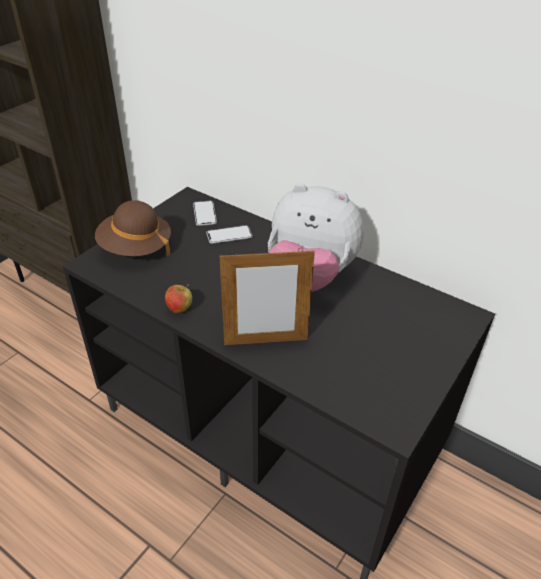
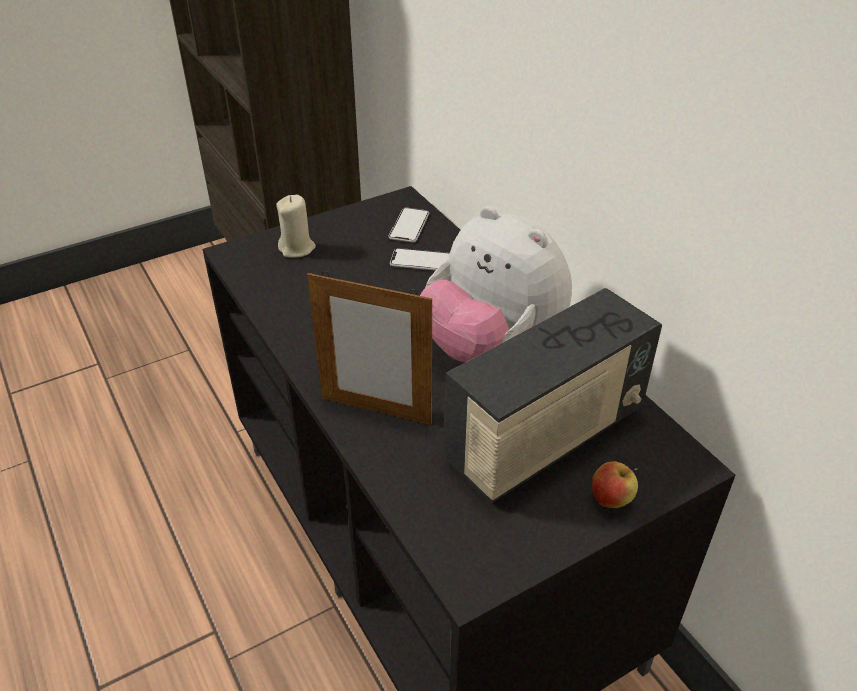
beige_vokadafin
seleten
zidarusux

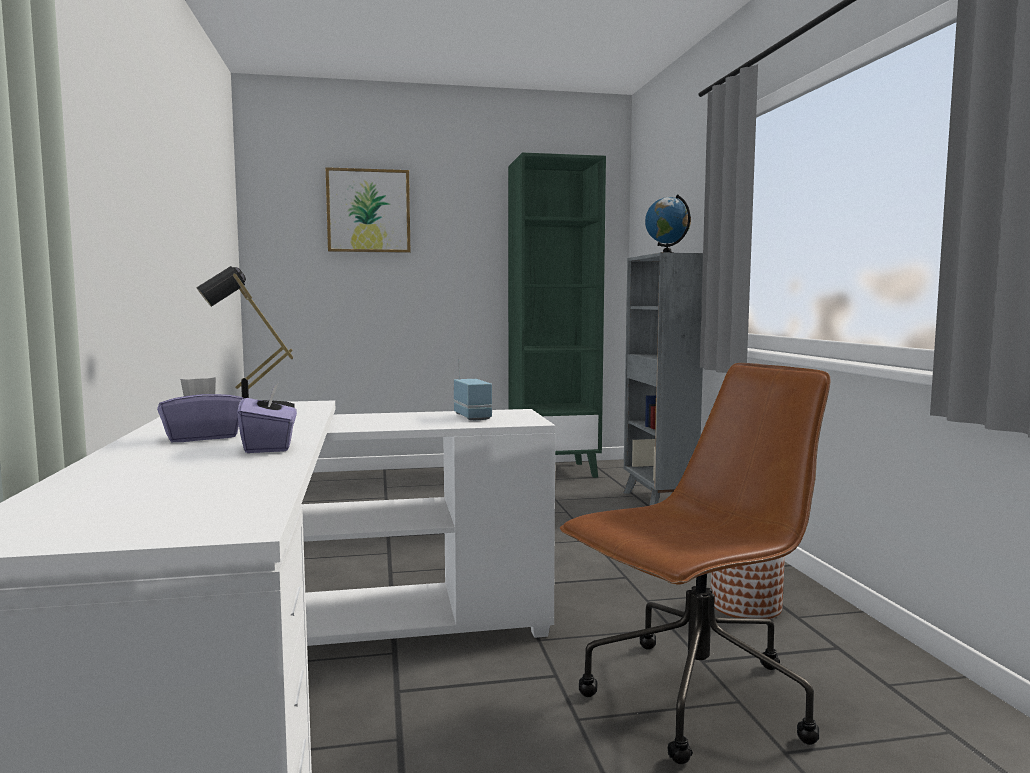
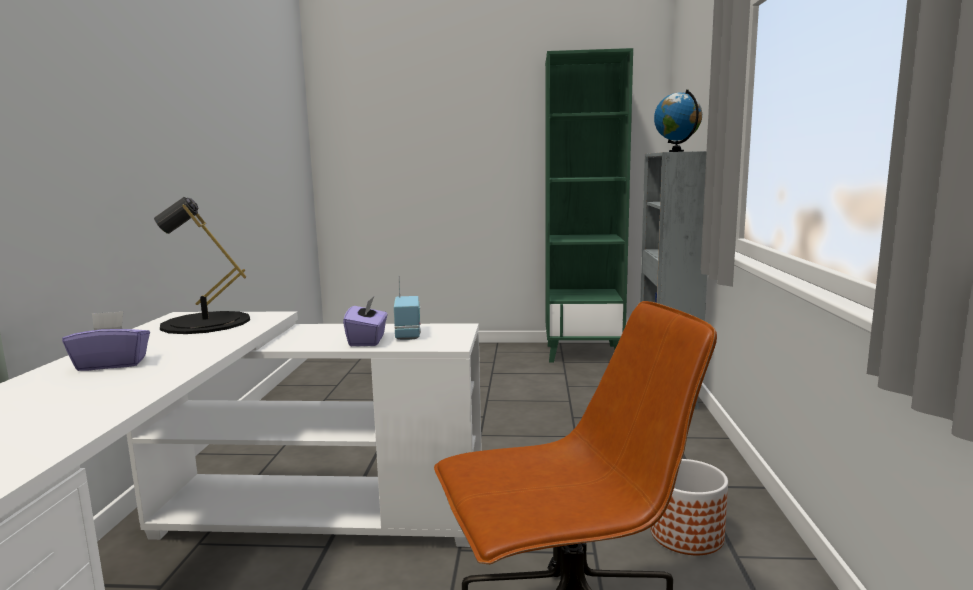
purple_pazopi (no. 2 from left)
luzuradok

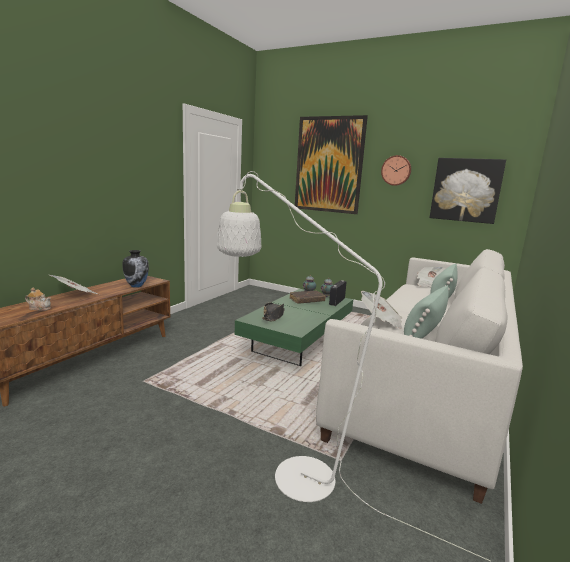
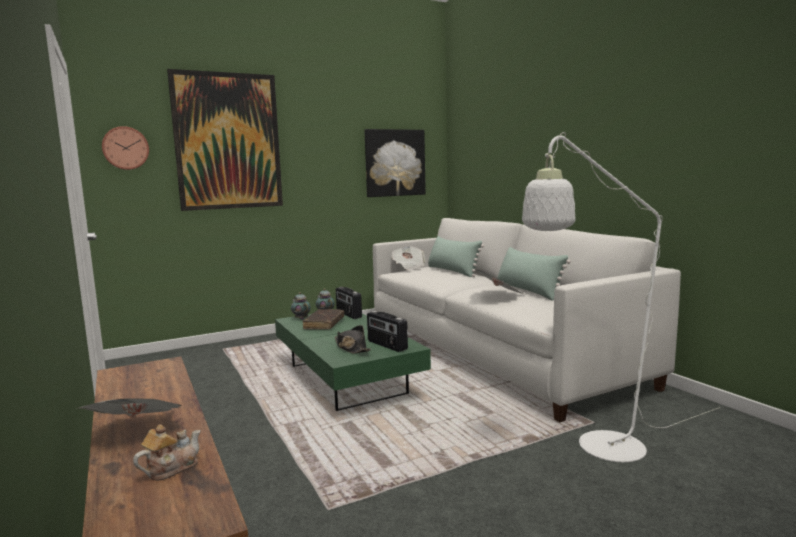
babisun
seleten (no. 2 from left)
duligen

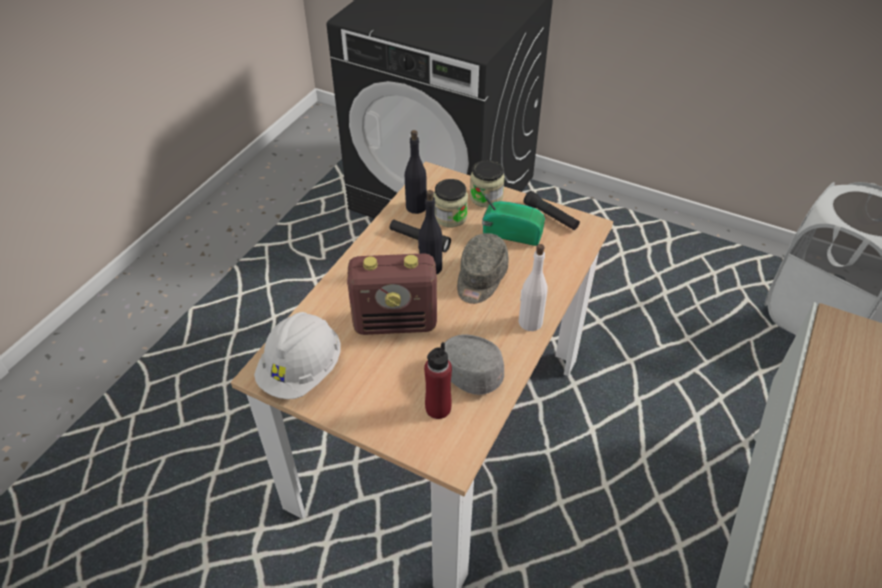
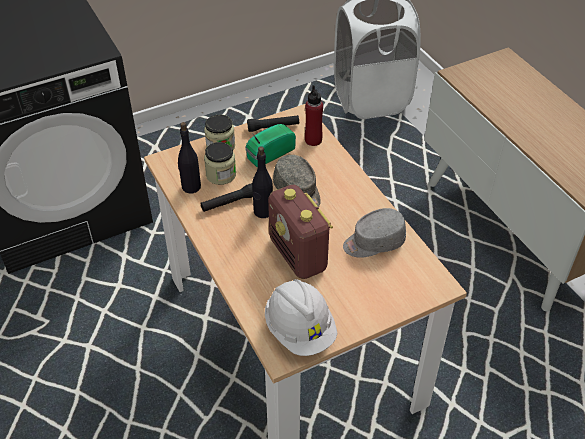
seleten (no. 2 from left)
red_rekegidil
white_rekegidil

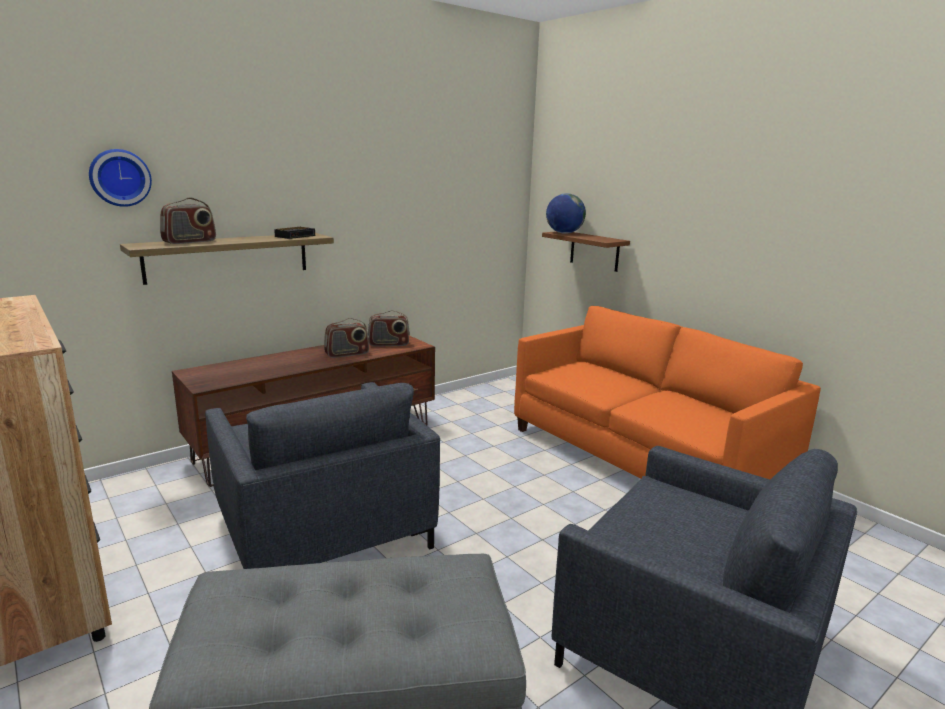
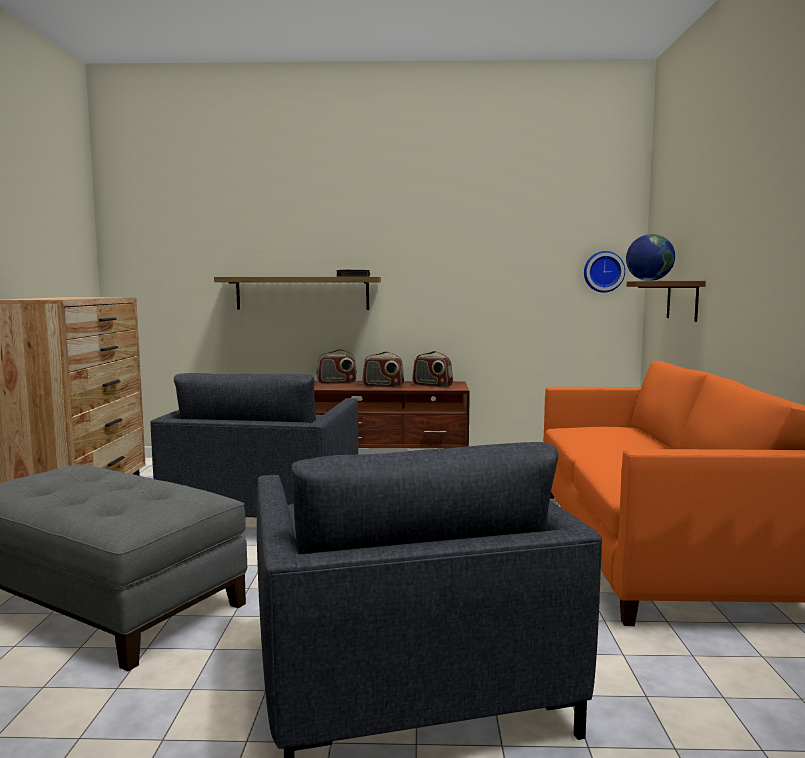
seleten (no. 1 from left)
babisun

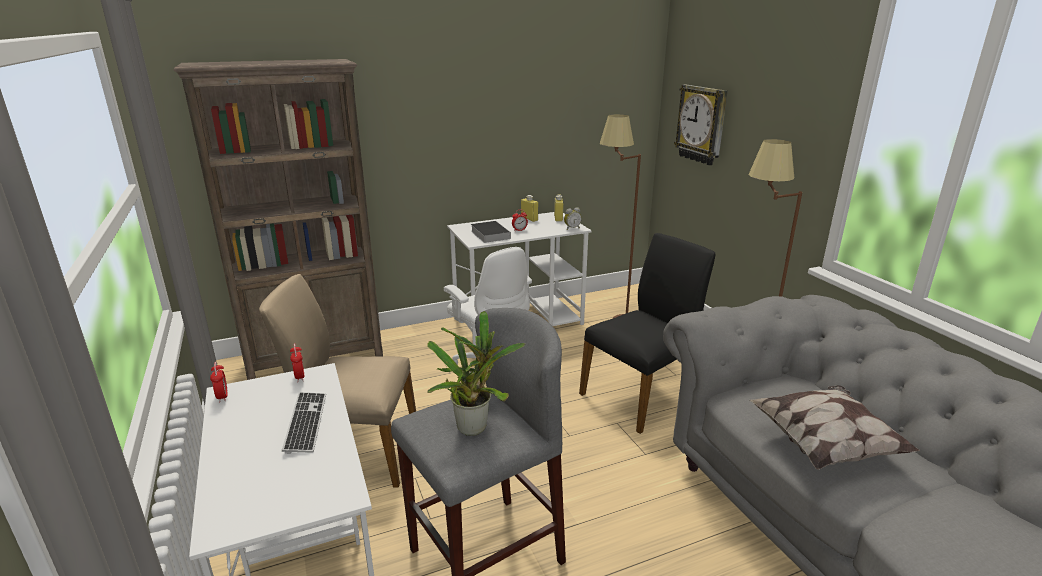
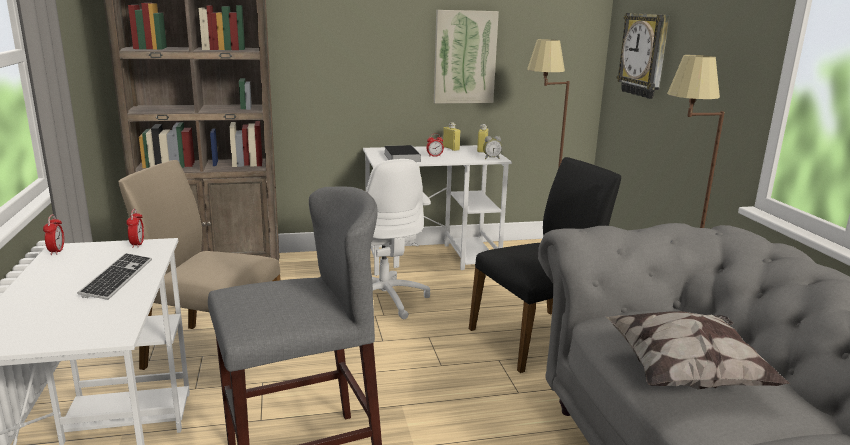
luzuradok
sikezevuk

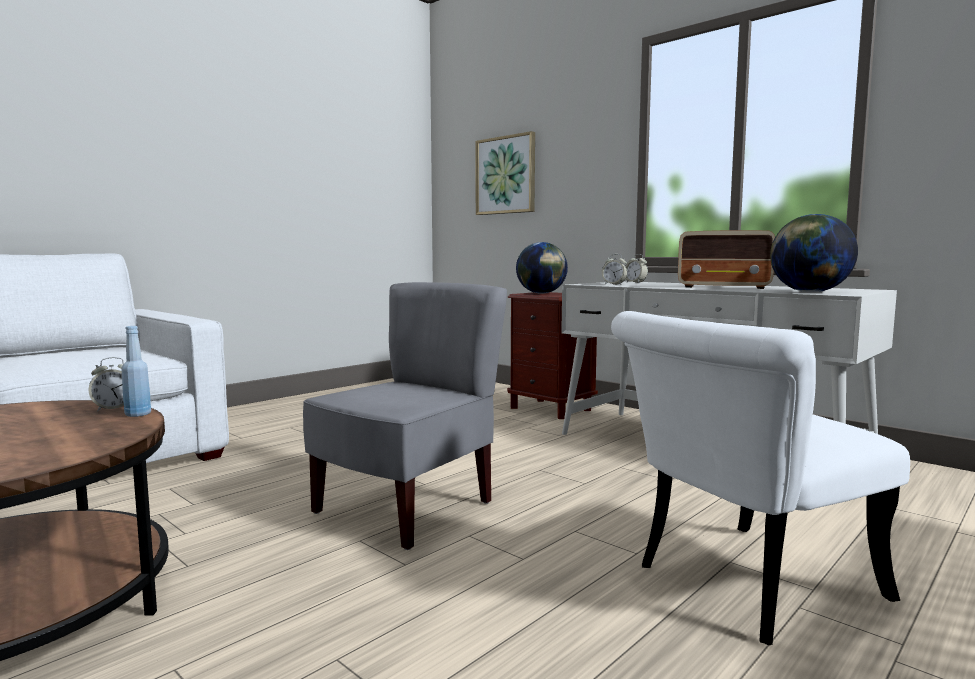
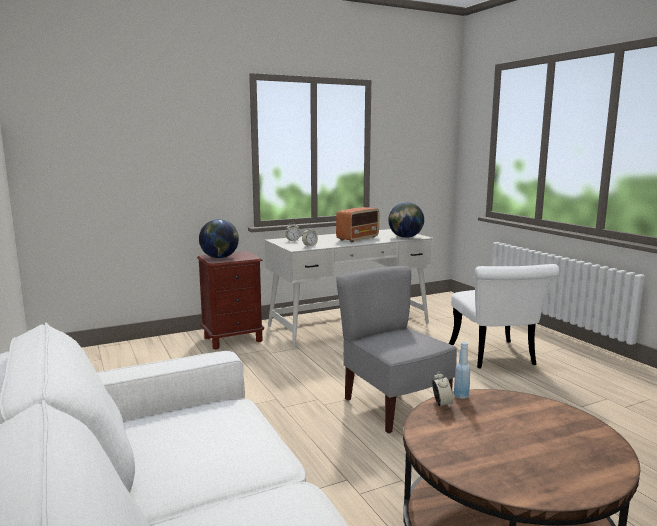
luzuradok

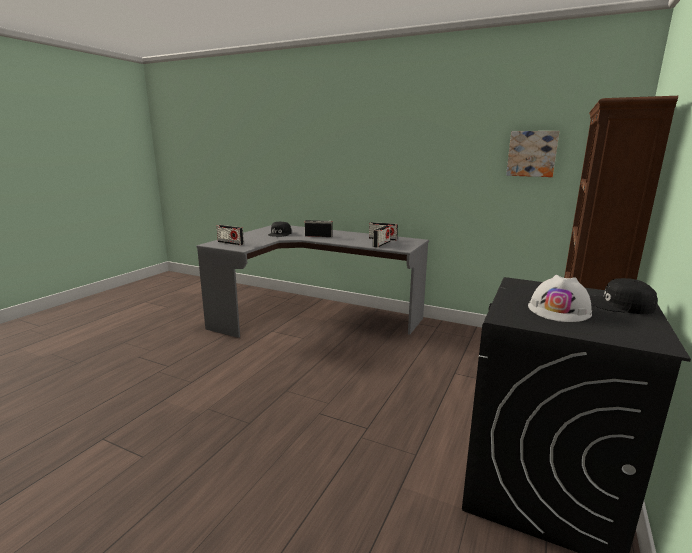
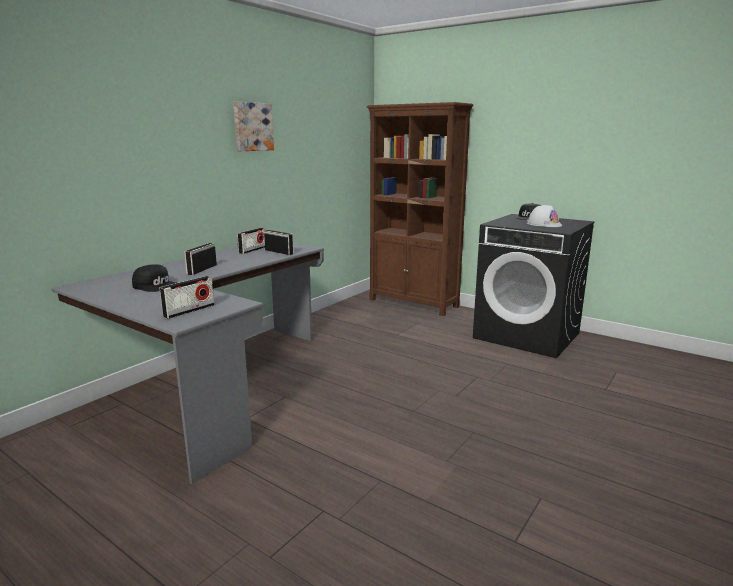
luzuradok

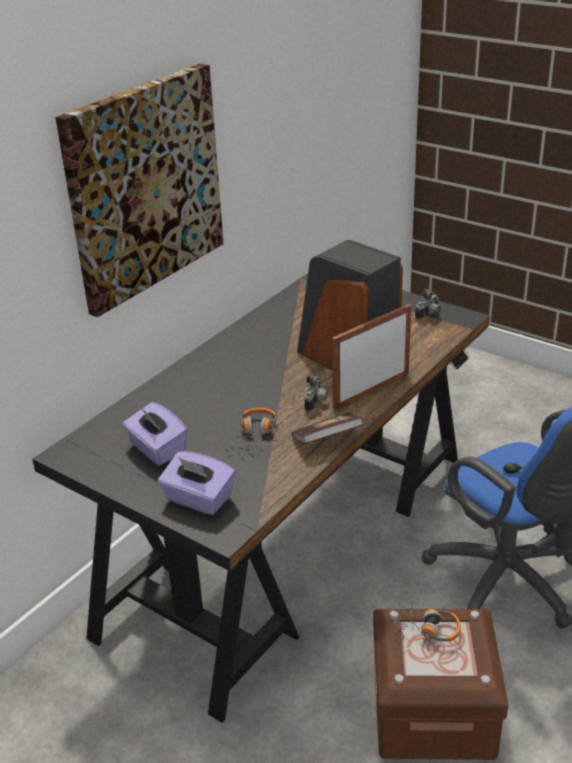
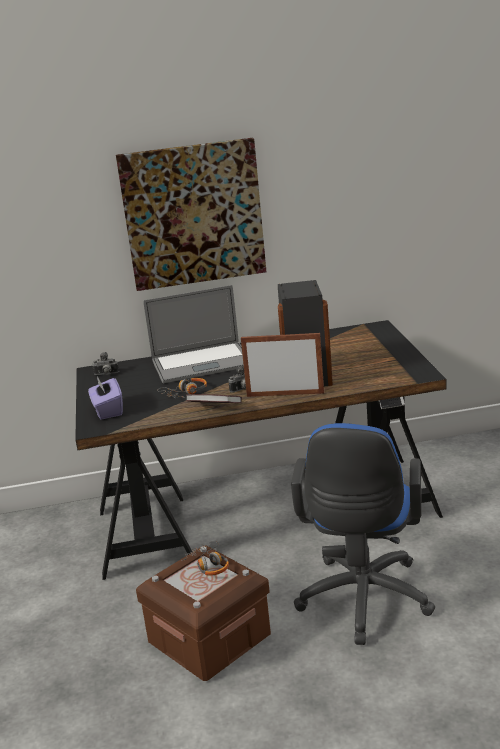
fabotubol (no. 1 from left)
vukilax
purple_pazopi (no. 1 from left in the first image)

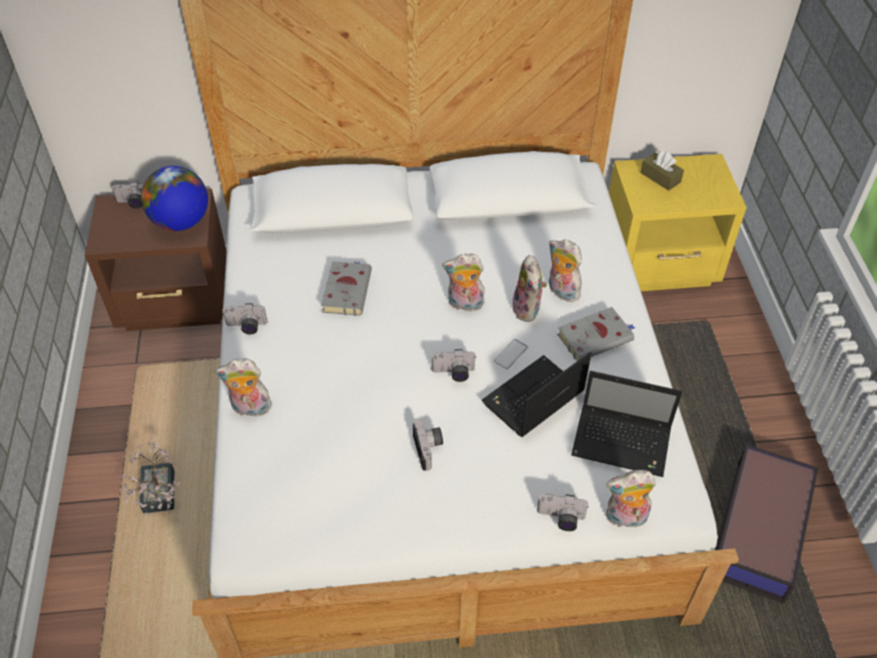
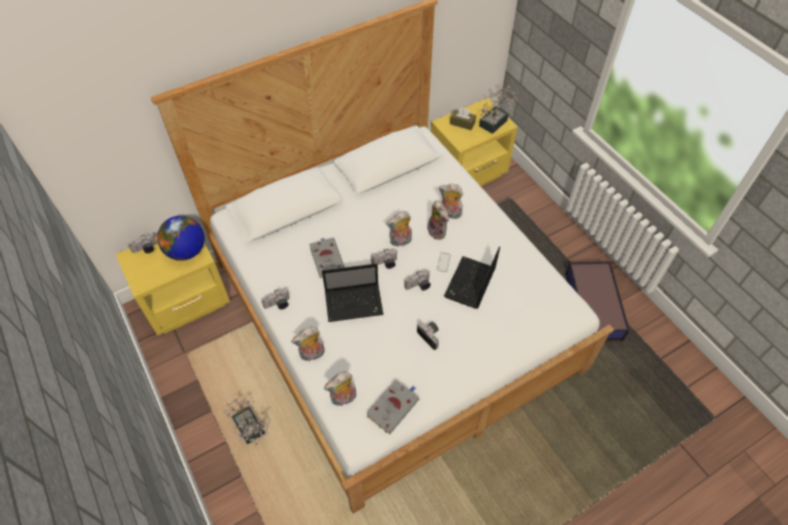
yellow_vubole (no. 1 from left)
vukilax (no. 1 from left)
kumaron (no. 2 from left)
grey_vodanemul (no. 2 from left)
fabotubol (no. 3 from left)
sikezevuk (no. 2 from left)

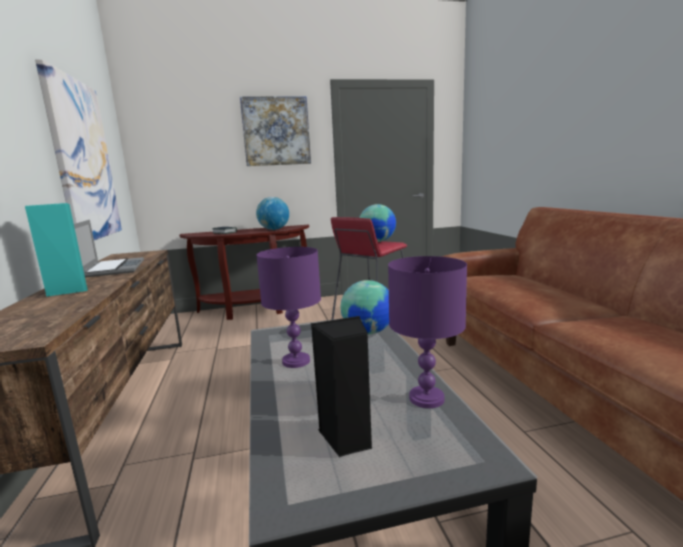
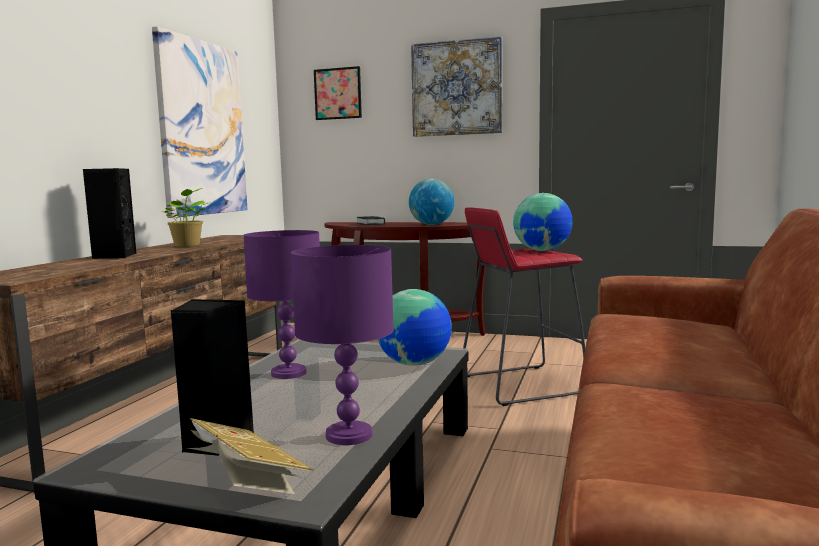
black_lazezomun (no. 1 from left)
sikezevuk
vodanemul (no. 1 from left)
luzuradok (no. 2 from left)

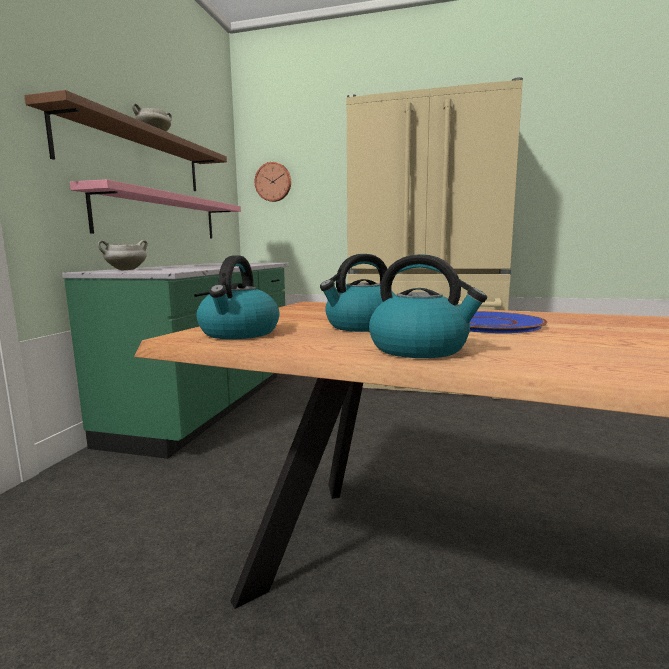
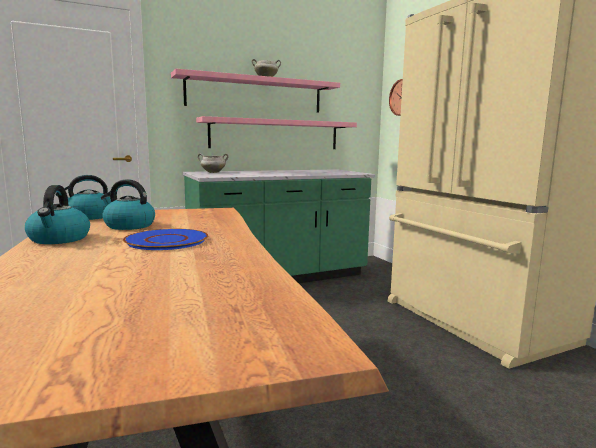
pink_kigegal (no. 1 from left)

